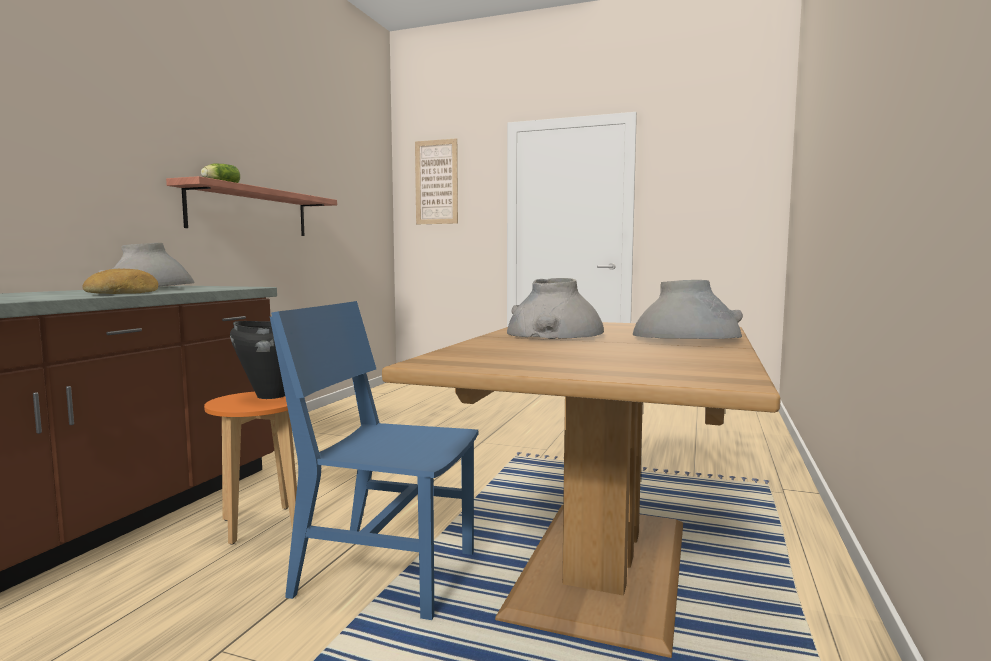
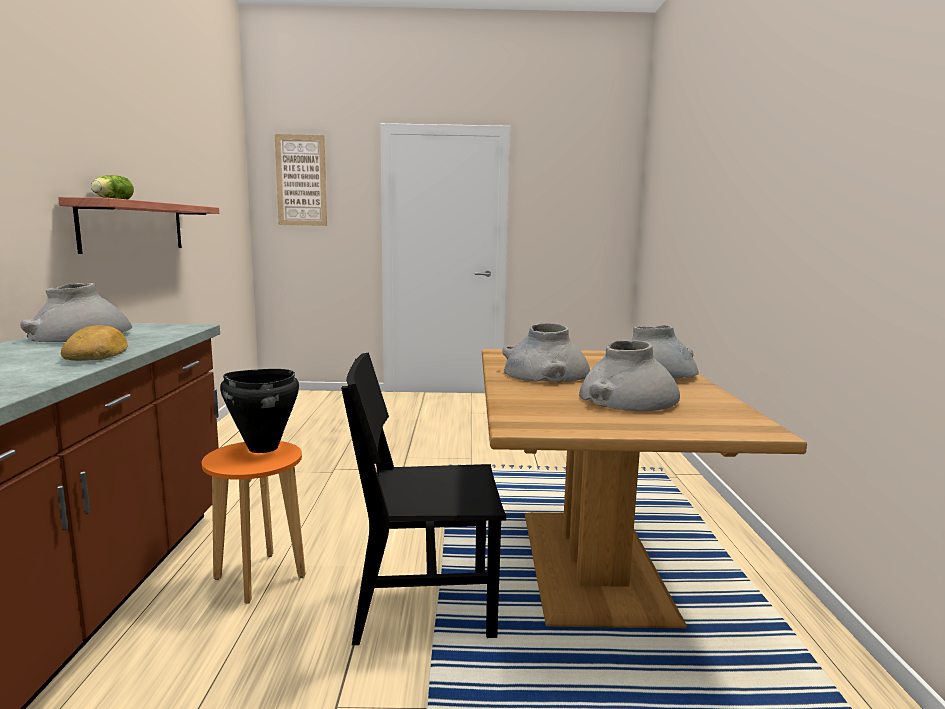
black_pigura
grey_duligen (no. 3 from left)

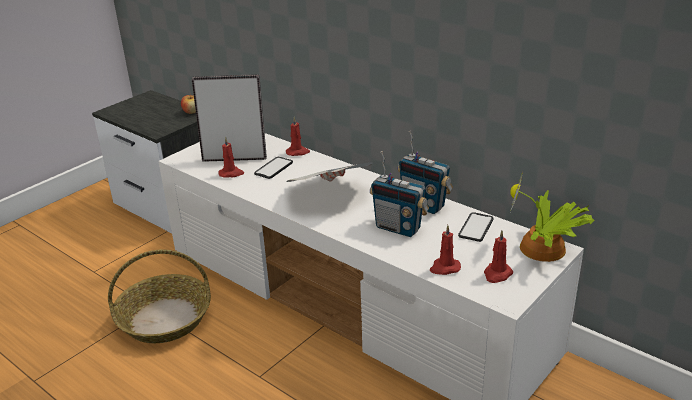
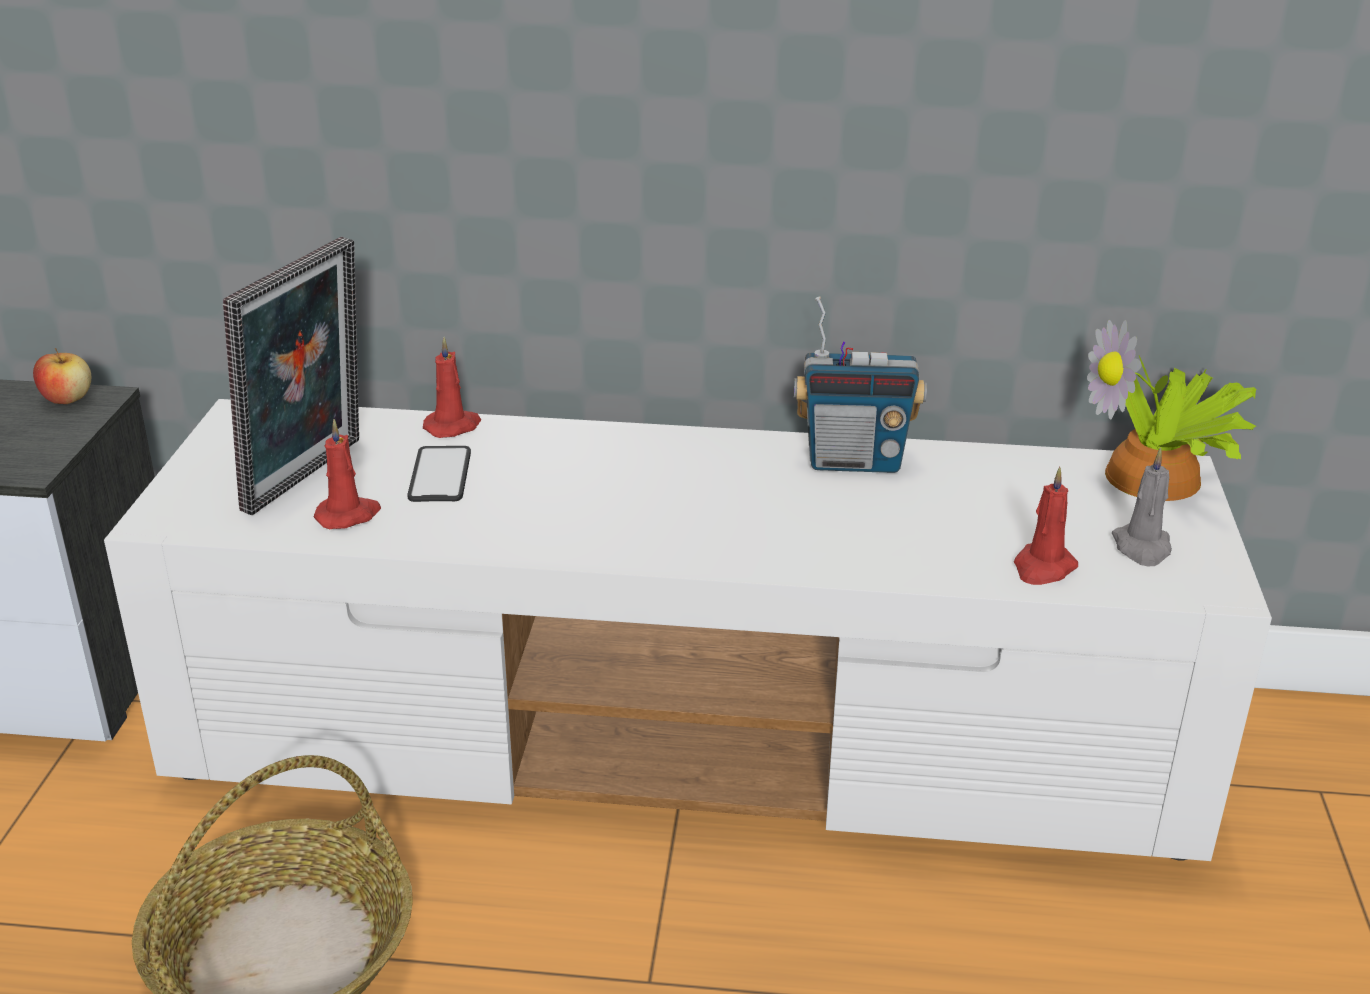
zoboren
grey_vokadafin
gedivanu
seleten (no. 1 from left in the first image)
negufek (no. 2 from left in the first image)

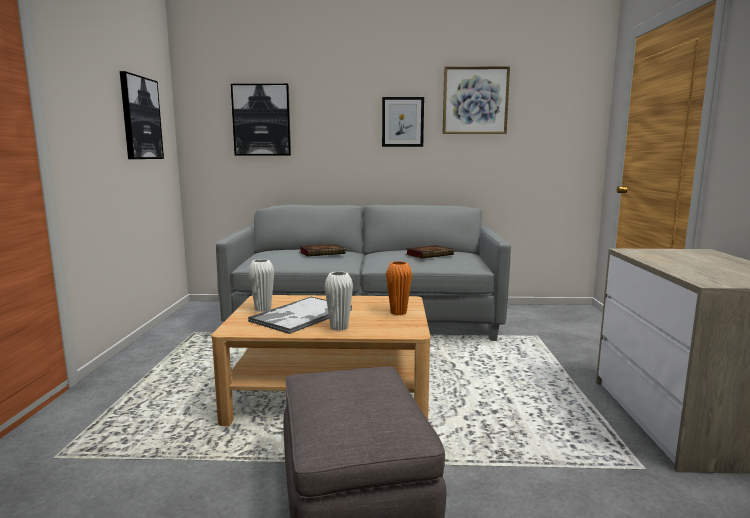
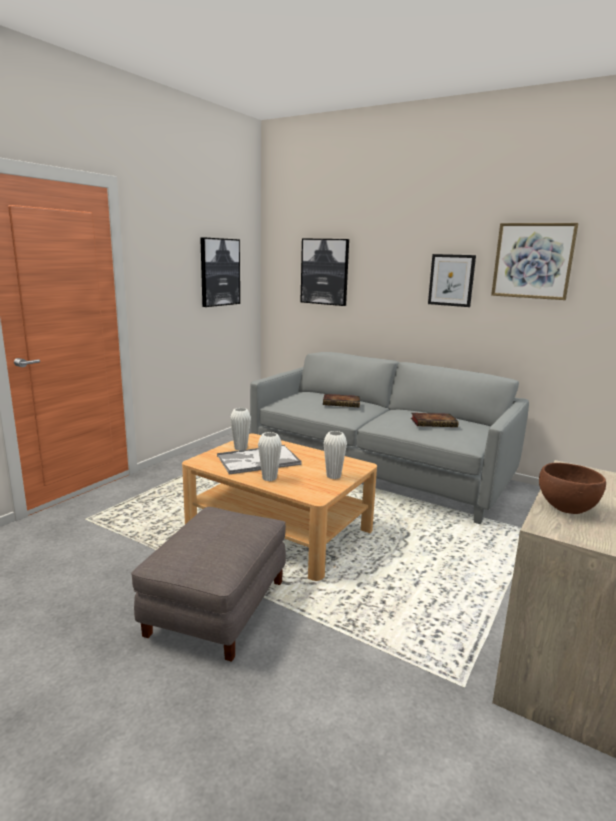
white_duligen (no. 3 from left)
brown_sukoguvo

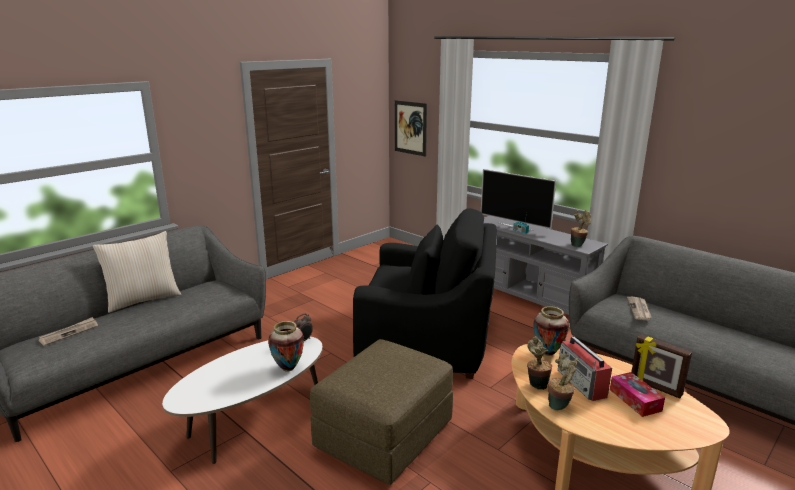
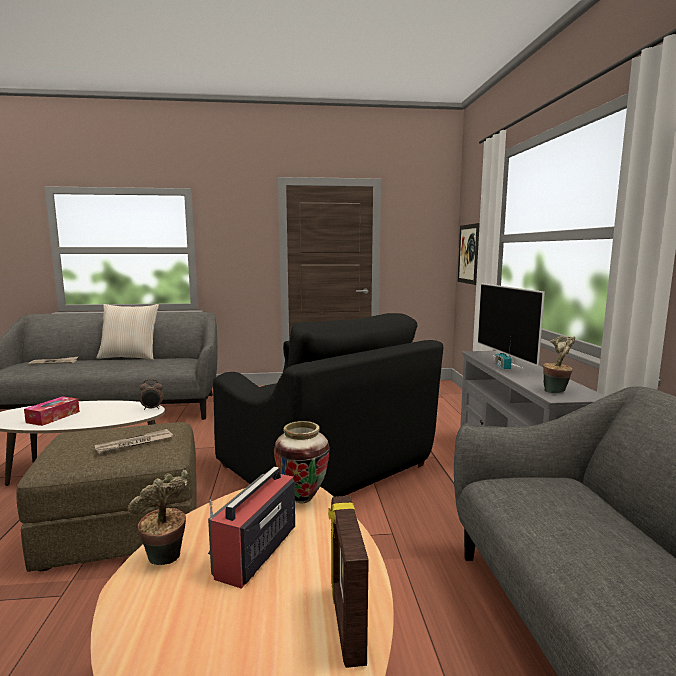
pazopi
gedivanu (no. 2 from left)
duligen (no. 1 from left in the first image)
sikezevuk (no. 1 from left in the first image)

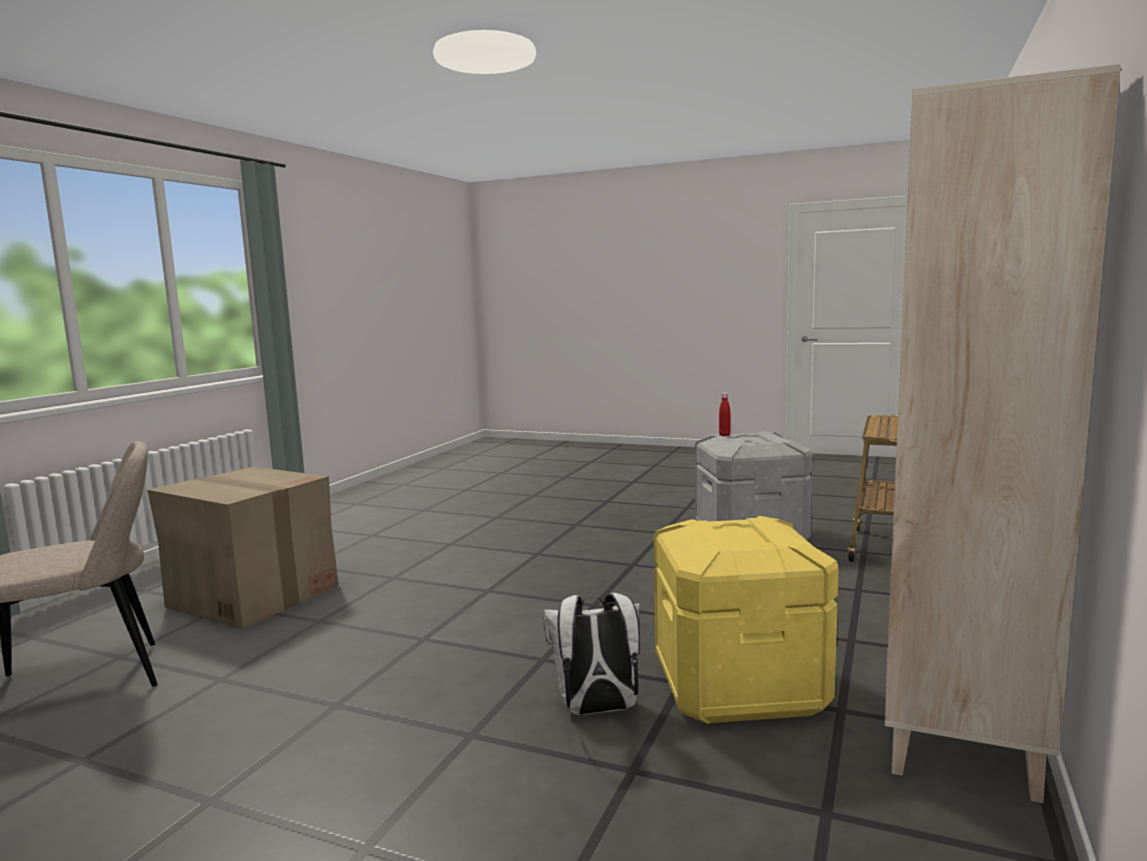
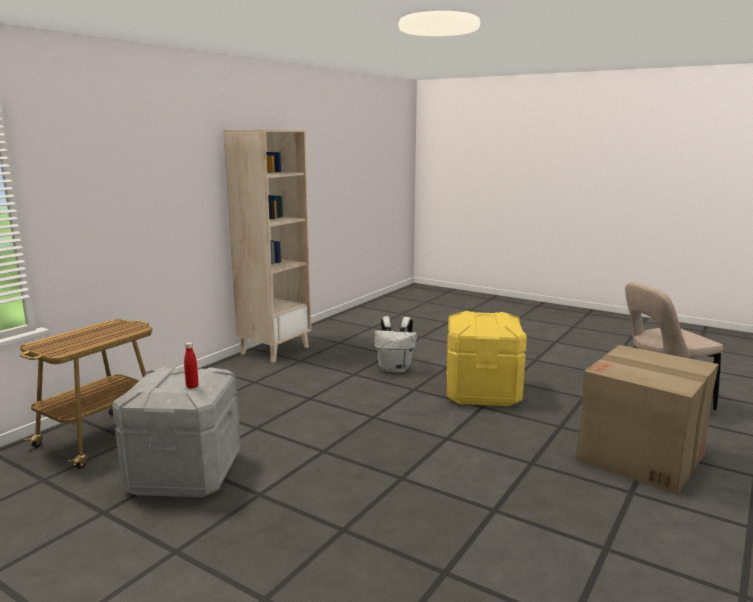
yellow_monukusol

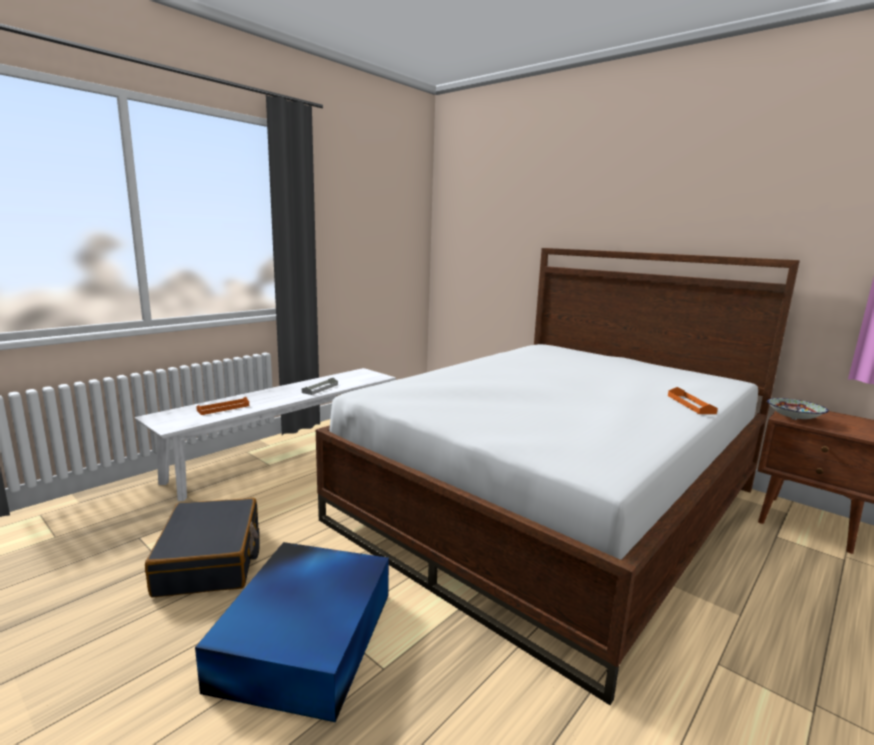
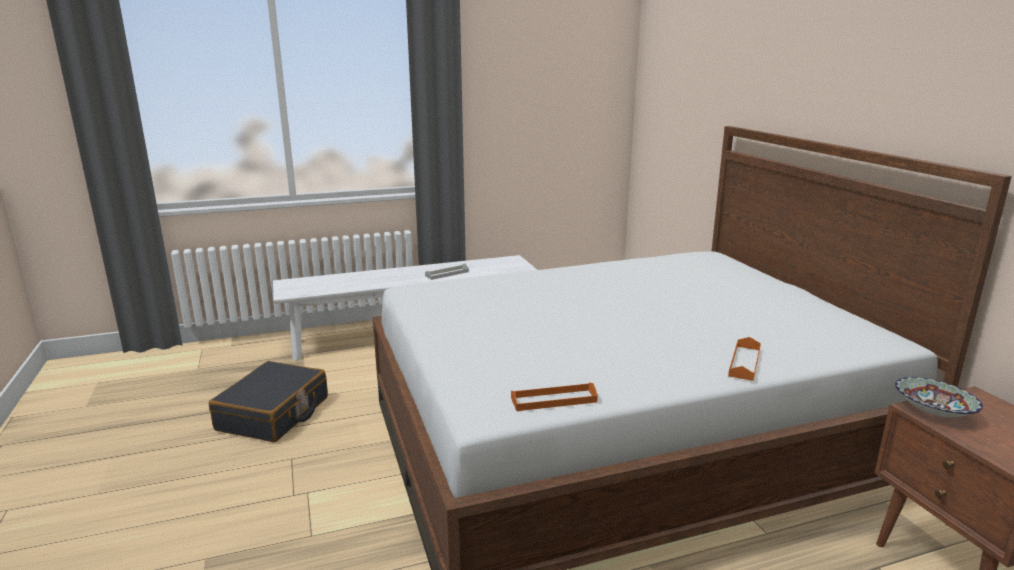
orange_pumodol (no. 1 from left)
blue_monukusol

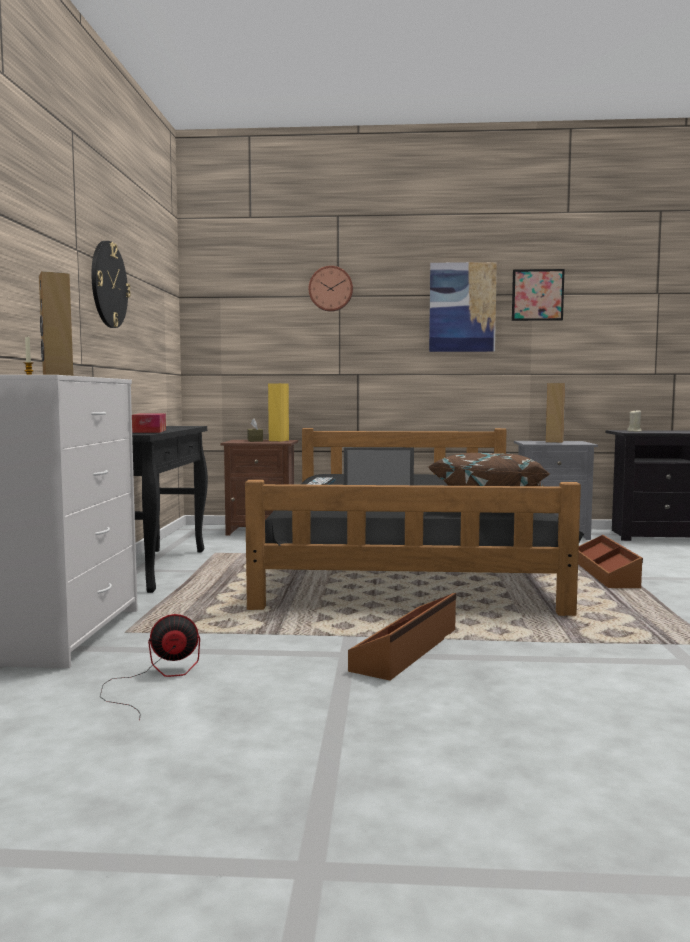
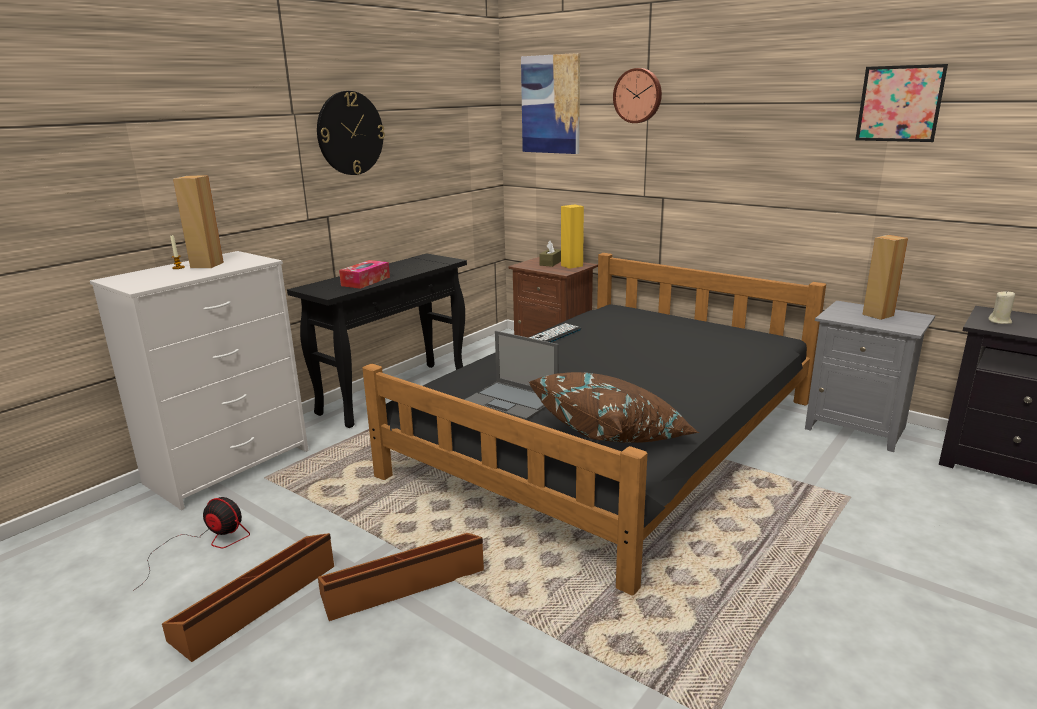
brown_monukusol (no. 1 from left)
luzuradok (no. 1 from left)

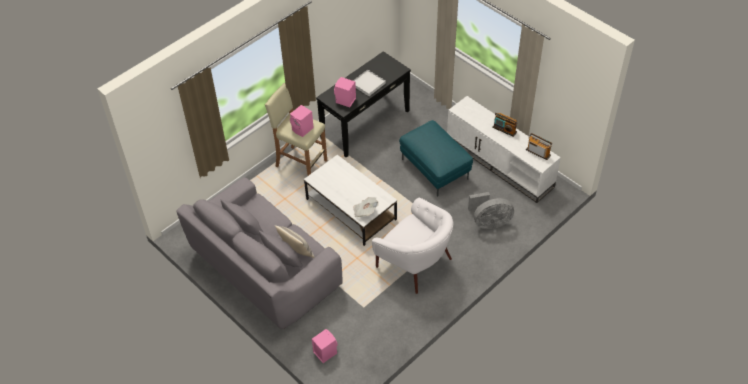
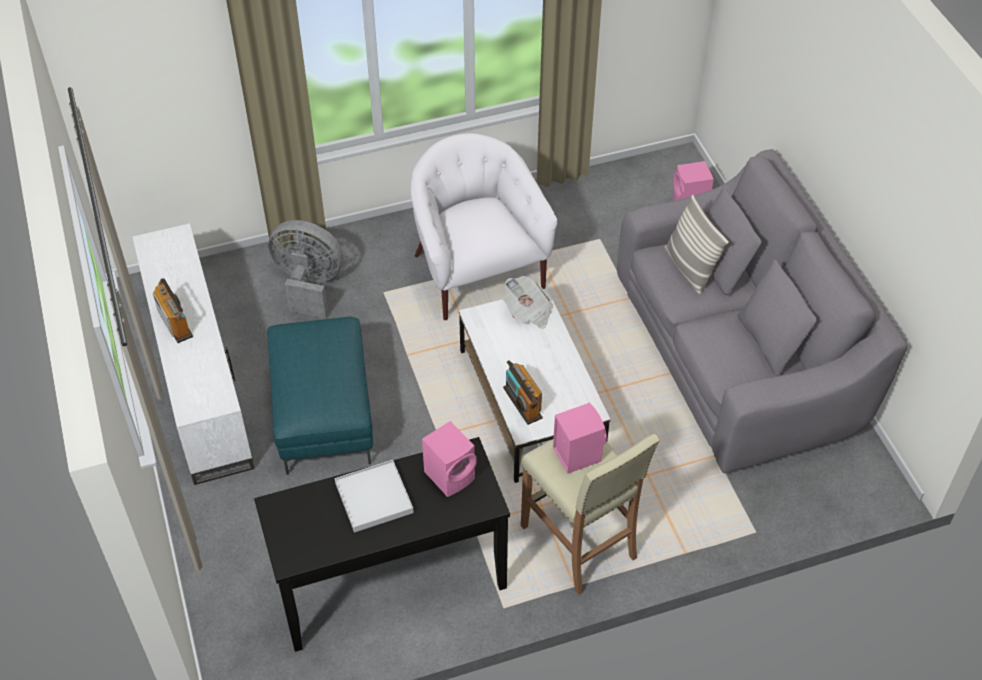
seleten (no. 2 from left)

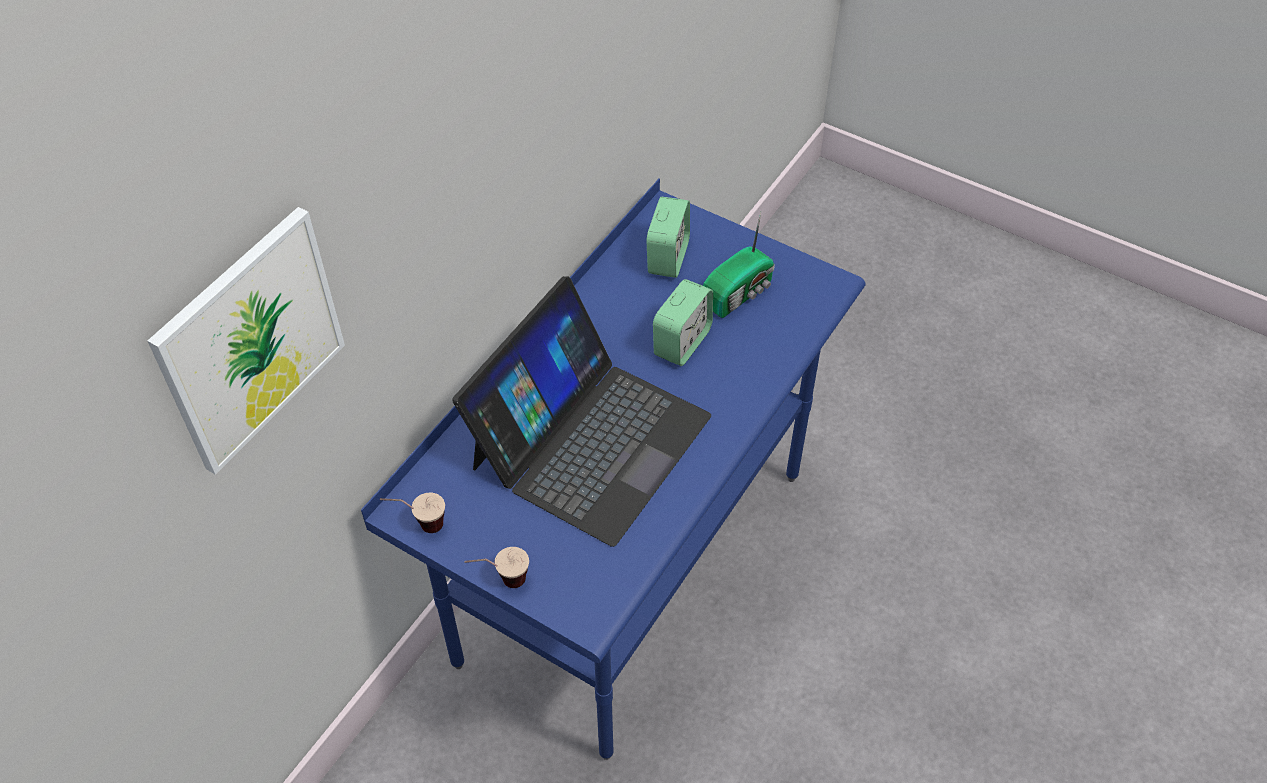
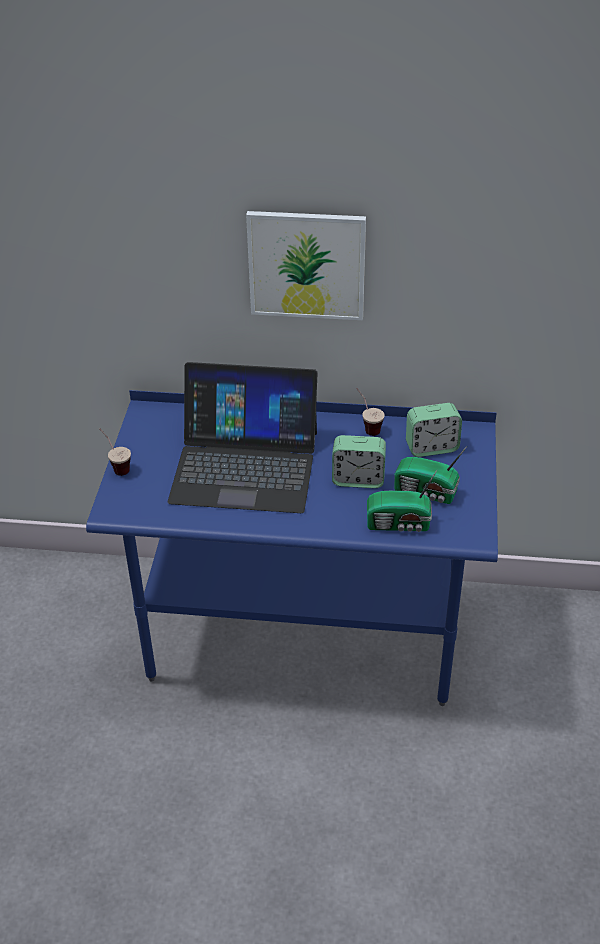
luzuradok
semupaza (no. 2 from left)
seleten (no. 1 from left)

